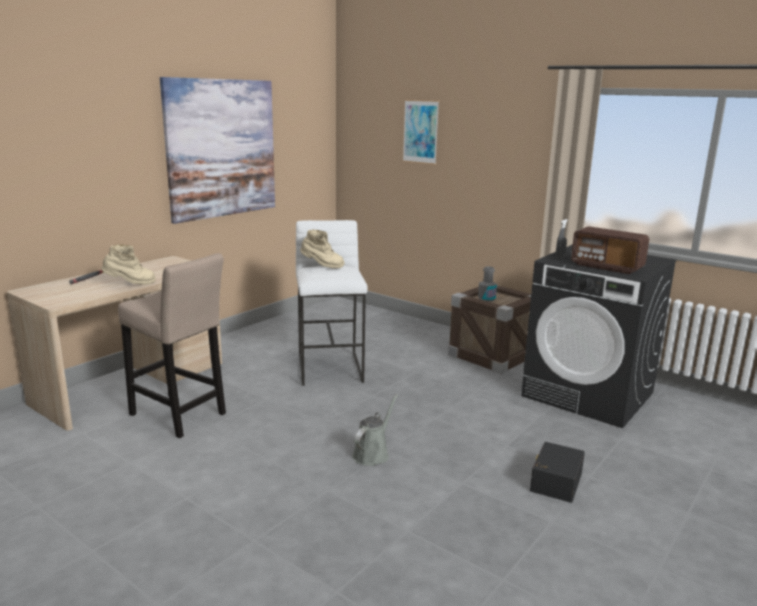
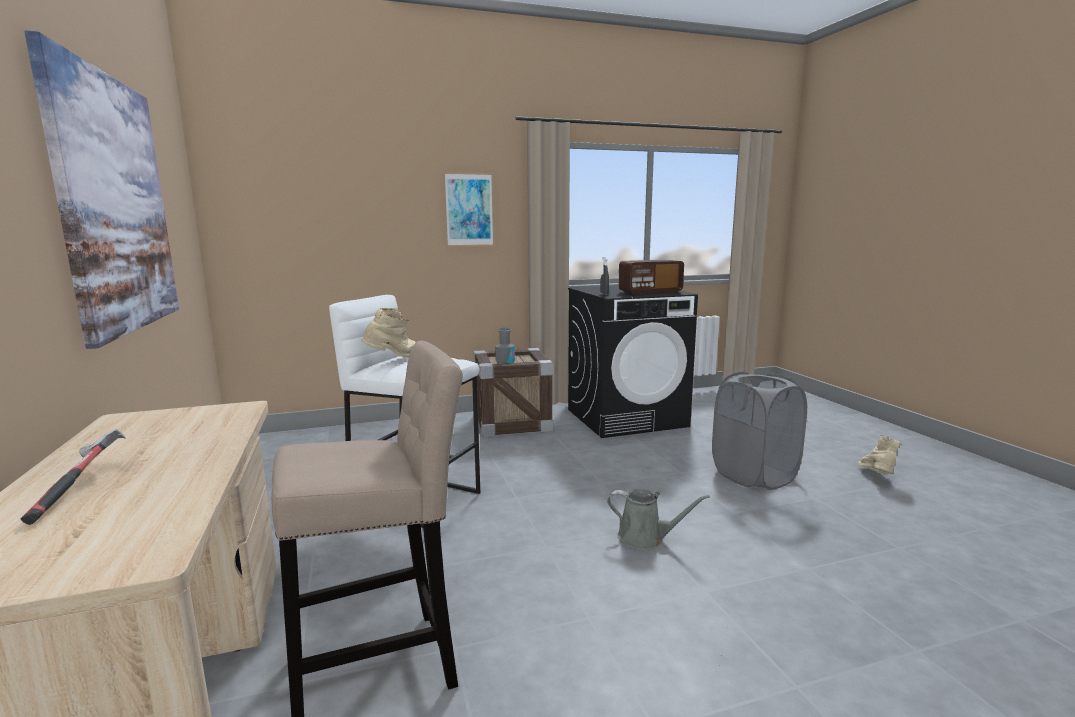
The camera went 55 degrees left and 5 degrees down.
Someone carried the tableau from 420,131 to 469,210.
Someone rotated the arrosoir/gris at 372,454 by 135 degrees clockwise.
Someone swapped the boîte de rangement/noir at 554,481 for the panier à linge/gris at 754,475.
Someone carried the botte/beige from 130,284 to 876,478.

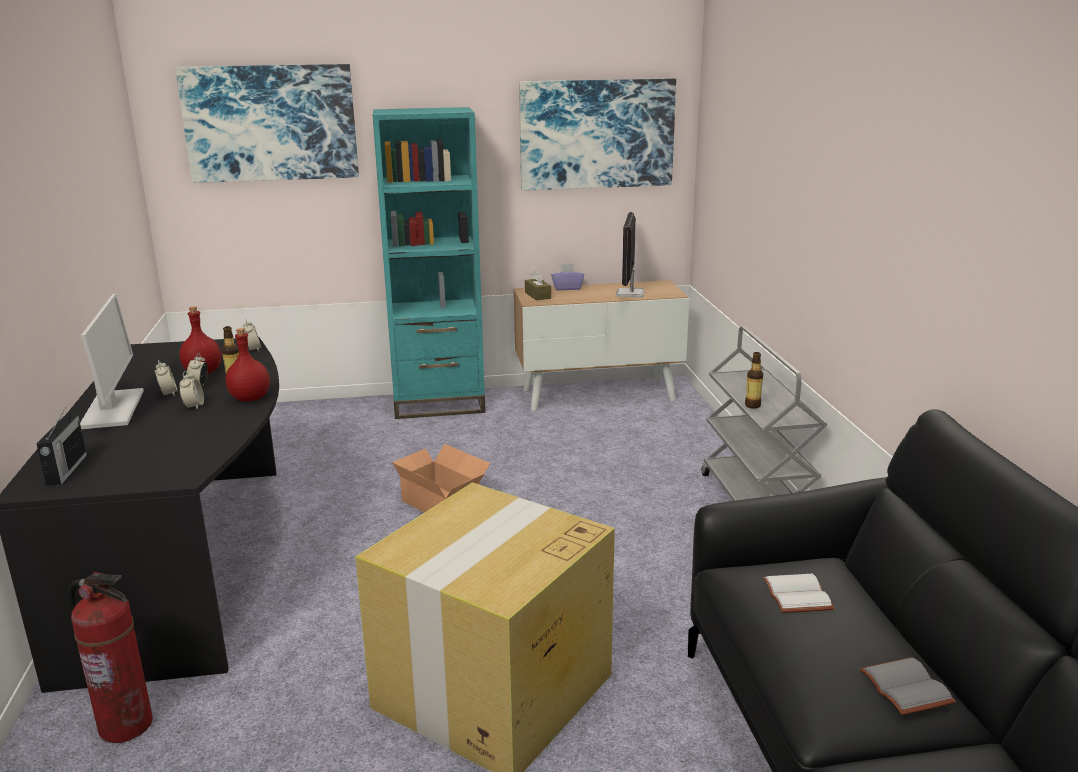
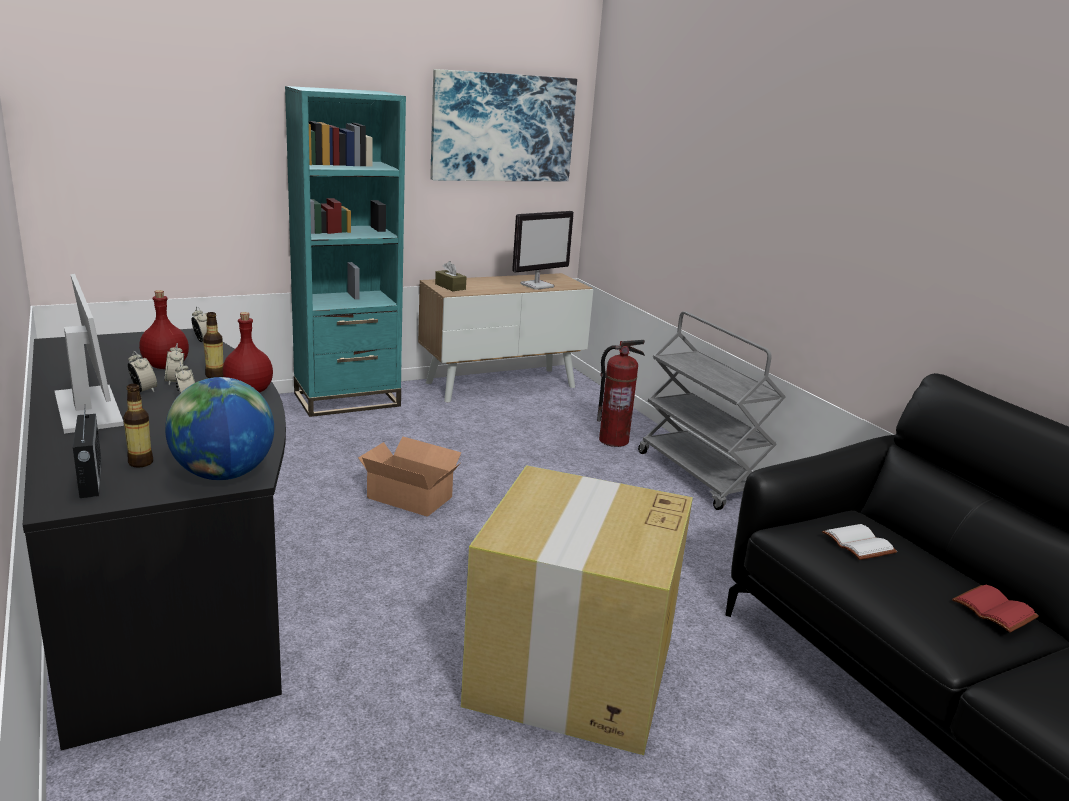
The camera went 20 degrees left and 0 degrees up.
Someone carried the bouteille from 752,405 to 140,462.
Someone put down the globe at 223,475.
Someone rotated the écran d'ordinateur at 630,294 by 120 degrees counterclockwise.
Someone carried the extincteur from 126,725 to 613,440.
Someone repainted the livre/gris at 903,687, which became the livre/rouge at 992,610.
Someone took away the tableau at 271,123.
Someone took away the boîte à mouchoirs/violet at 567,288.

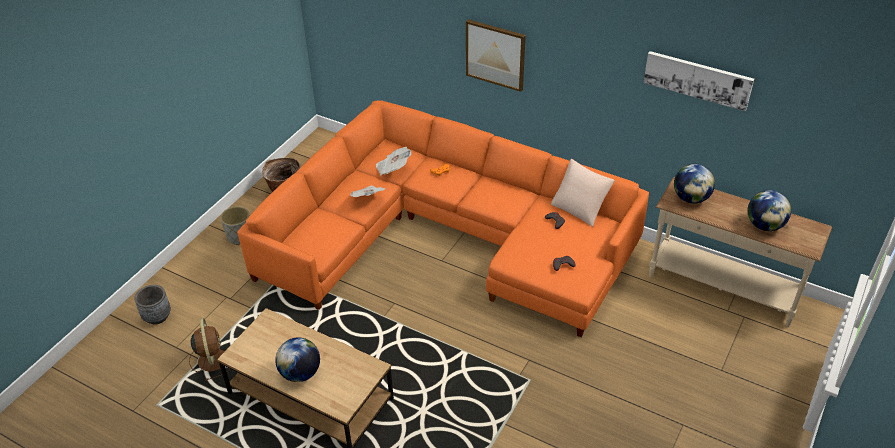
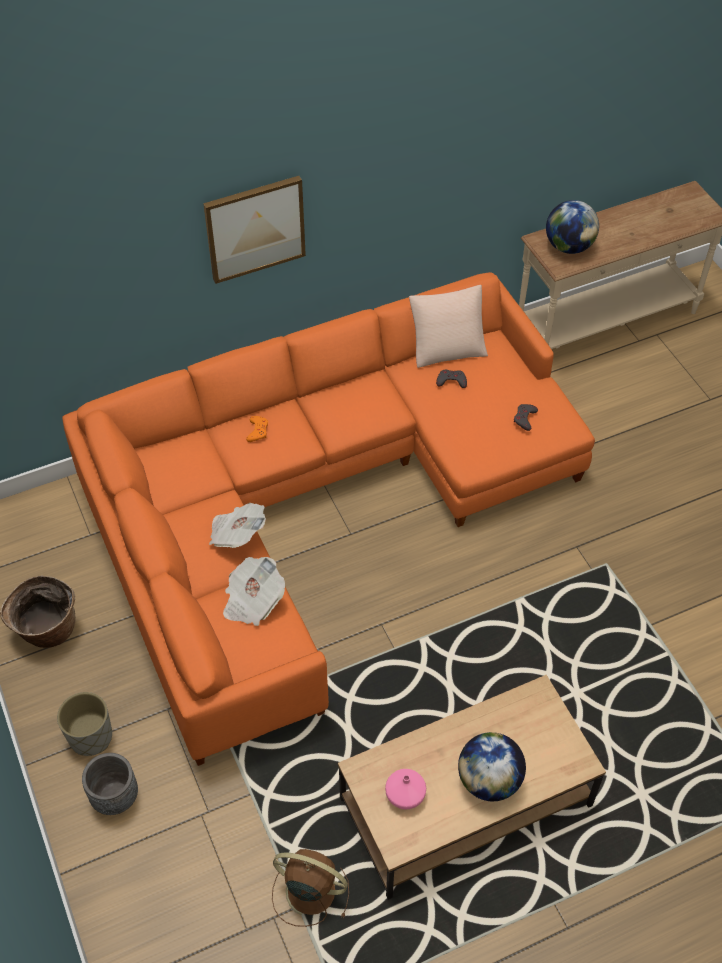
The camera went 55 degrees left and 10 degrees up.
Someone carried the cache-pot/gris from 157,316 to 115,797.
Someone carried the journal from 393,168 to 252,601.
Someone put down the vase/rose at 406,795.
Someone took away the tableau at 697,79.
Someone took away the globe at 764,225.

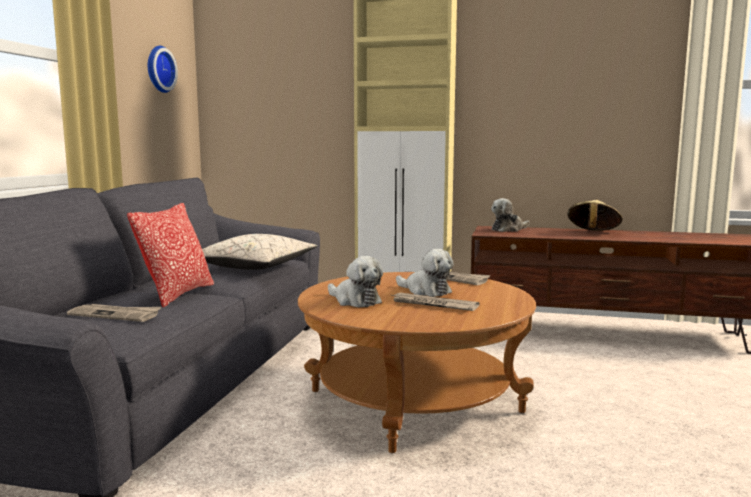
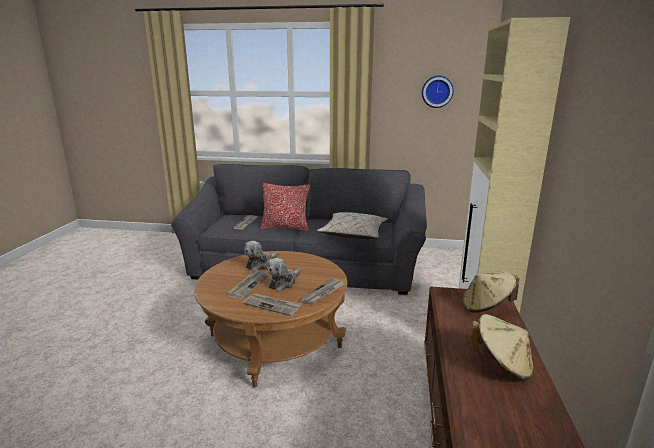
The camera went 85 degrees right and 10 degrees up.
Someone put down the journal at 272,305.
Someone swapped the peluche at 508,229 for the chapeau/beige at 486,307.

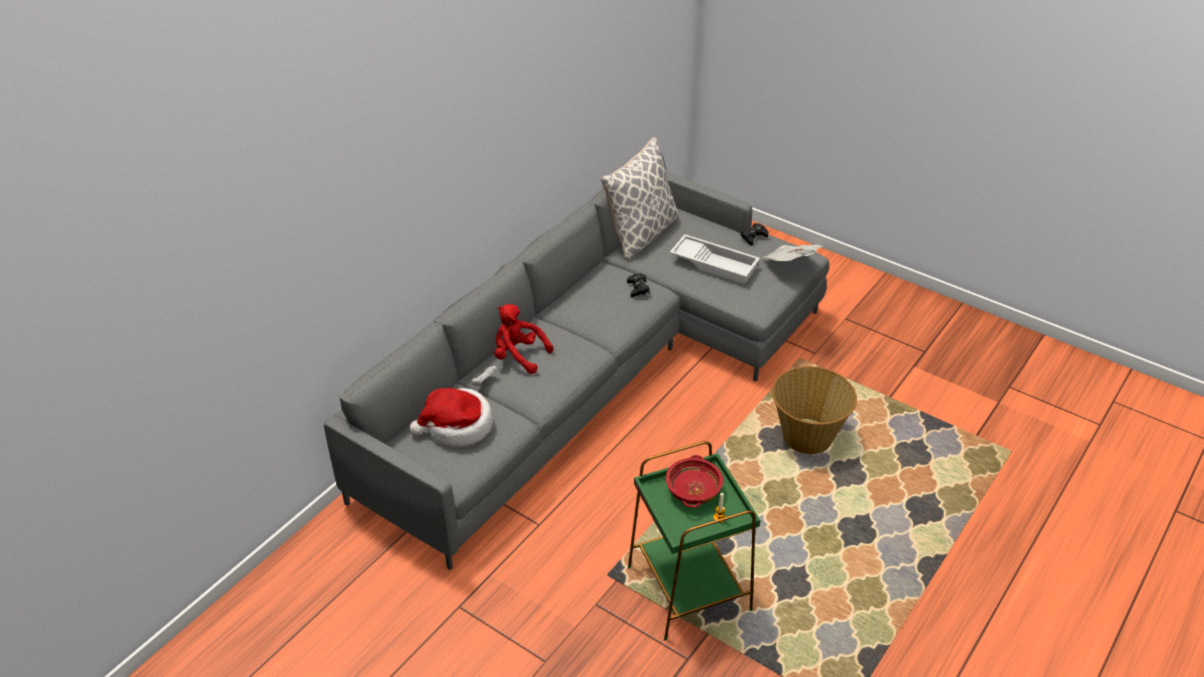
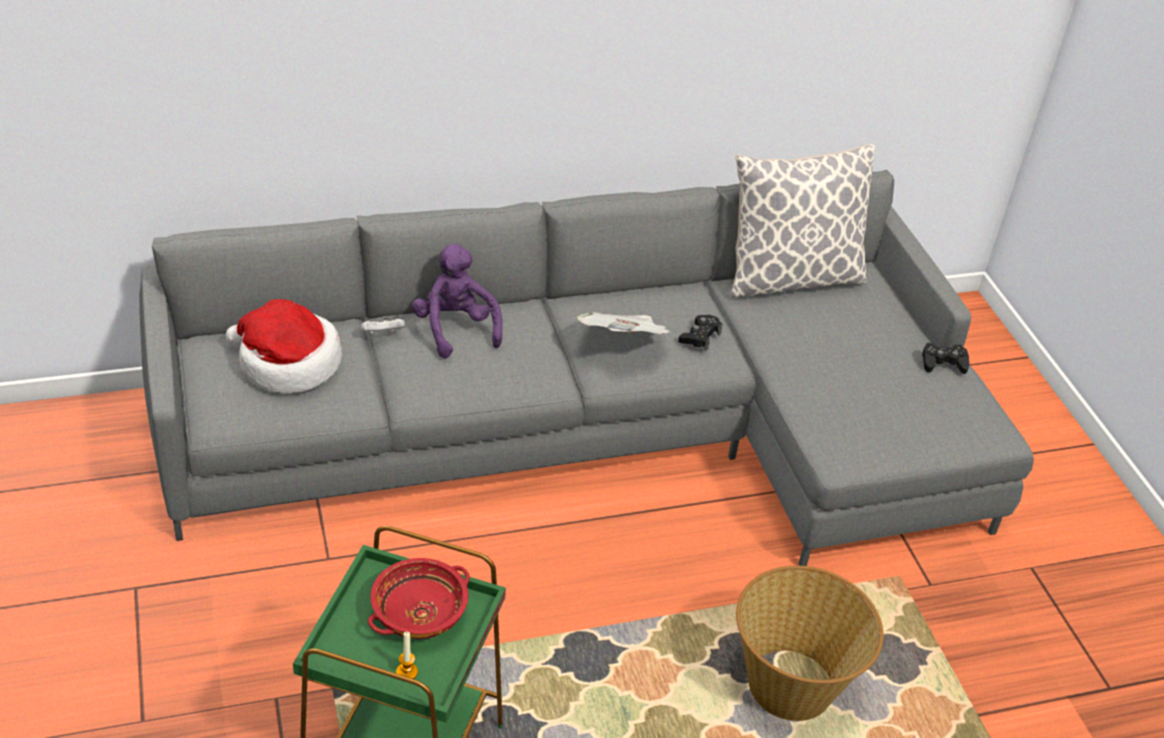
The camera went 35 degrees right and 0 degrees up.
Someone repainted the peluche/rouge at 518,356, which became the peluche/violet at 455,329.
Someone carried the journal from 790,264 to 623,342.
Someone took away the plateau/blanc at 715,263.

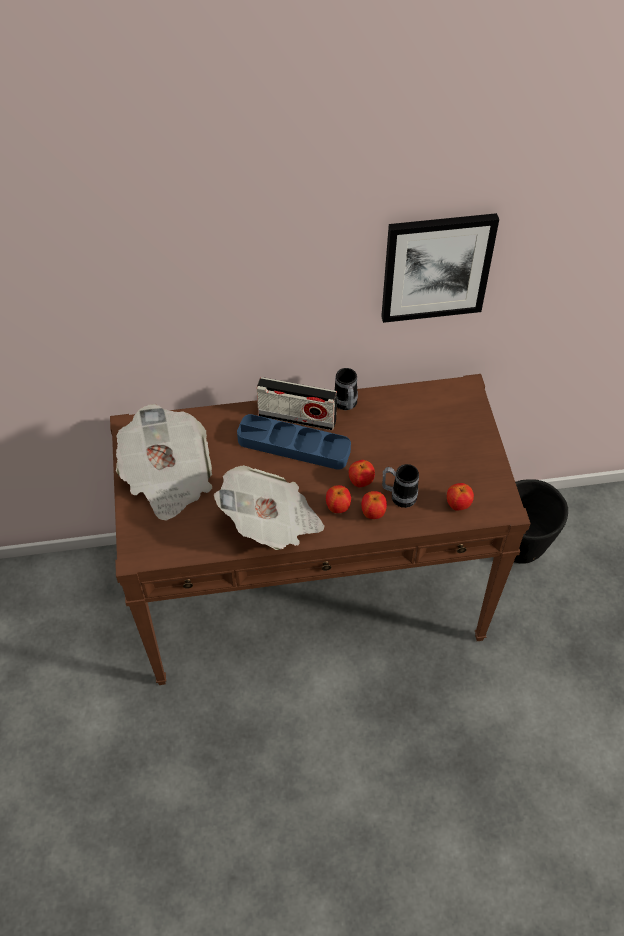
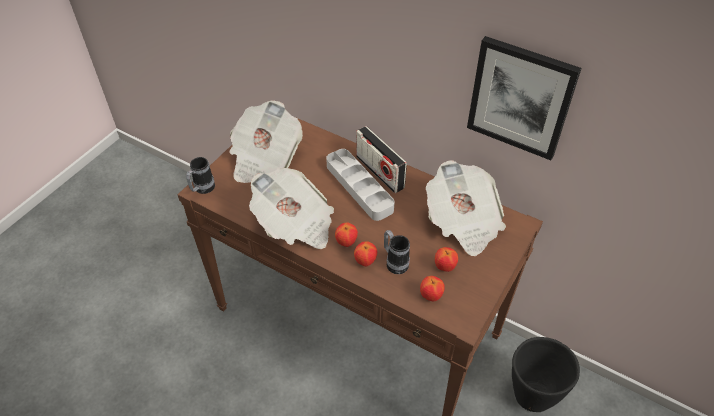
The camera went 40 degrees right and 5 degrees down.
Someone carried the mug from 346,405 to 202,189.
Someone repainted the plateau/bleu at 293,446, which became the plateau/gris at 359,187.
Someone put down the journal at 463,222.
Someone carried the pomme from 361,482 to 444,267.

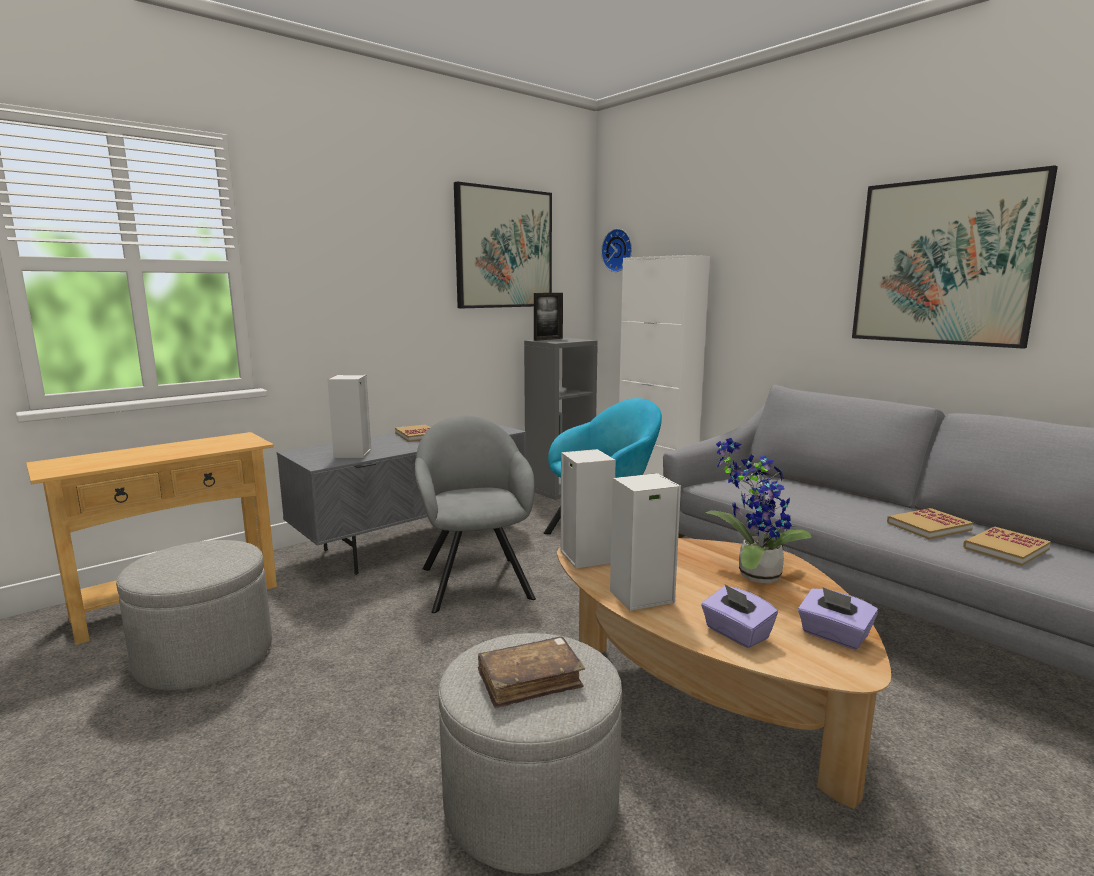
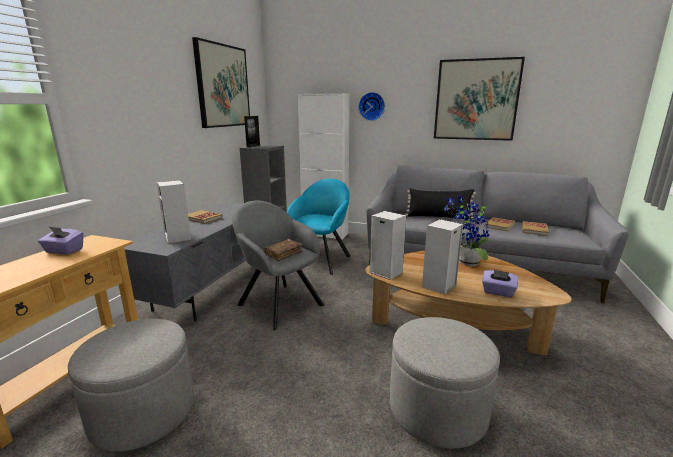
The camera went 30 degrees left and 5 degrees up.
Someone carried the boîte à mouchoirs/violet from 834,636 to 64,251.
Someone carried the livre/marron from 530,681 to 283,253.
Someone carried the horloge murale from 618,250 to 372,106.
Someone put down the coussin/noir at 438,217.

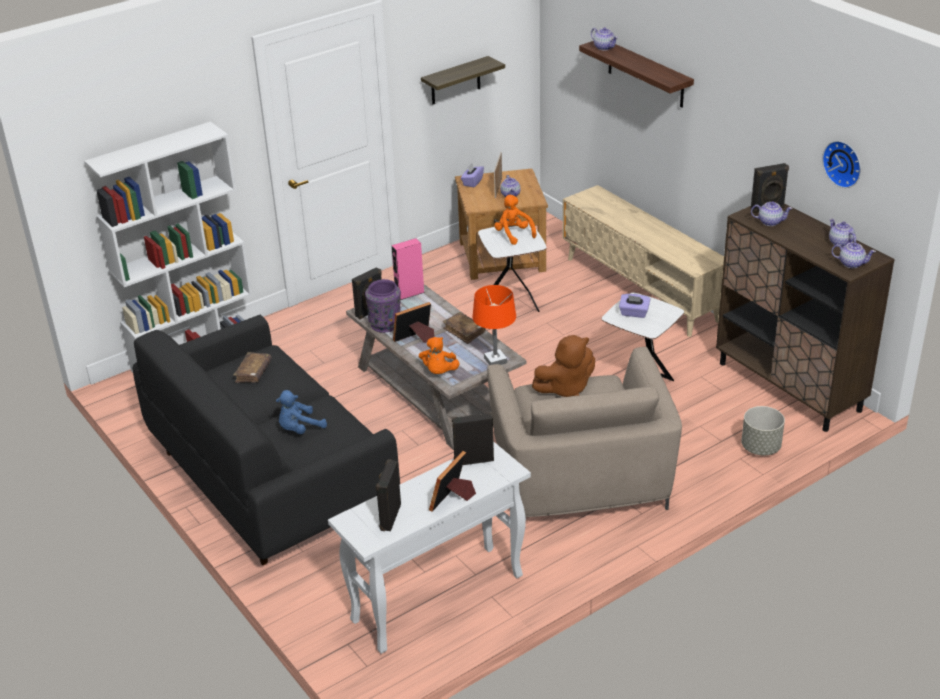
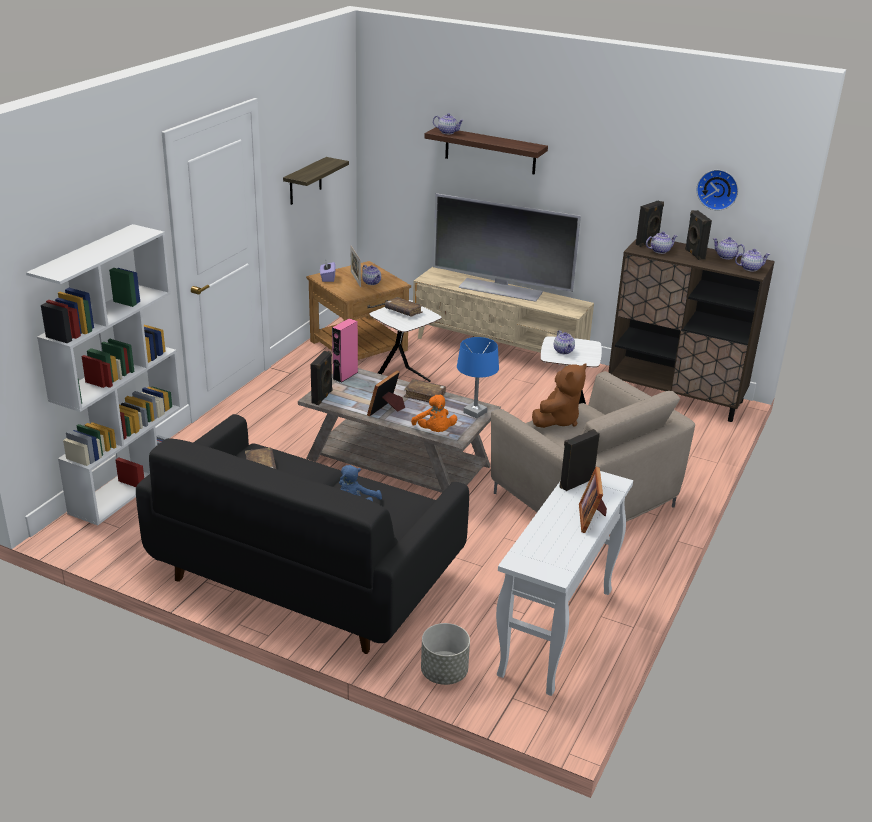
The camera went 30 degrees left and 5 degrees down.
Someone swapped the peluche/orange at 513,234 for the livre/marron at 403,311.
Someone carried the cache-pot/gris from 760,447 to 443,673.
Someone put down the téléviseur at 500,289.
Someone repainted the lampe de table/orange at 495,360, which became the lampe de table/bleu at 475,412.
Someone swapped the boîte à mouchoirs/violet at 634,313 for the théière at 564,351.
Someone carried the enceinte/noir from 389,517 to 694,254.
Someone took away the vase/violet at 385,324.

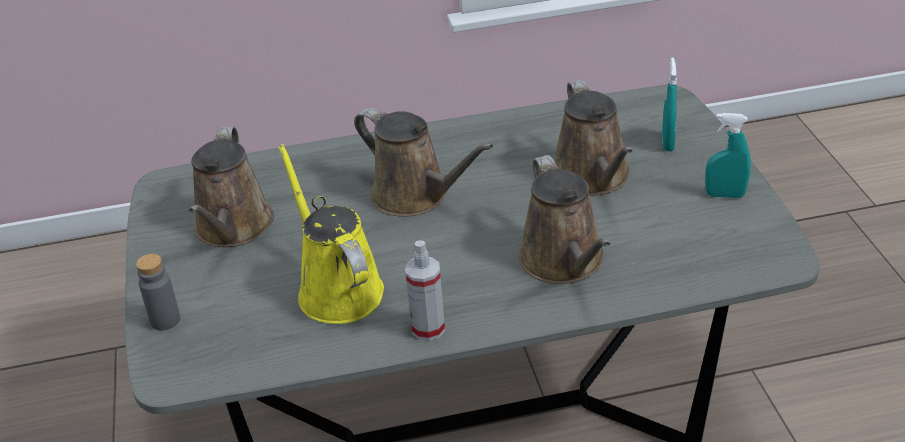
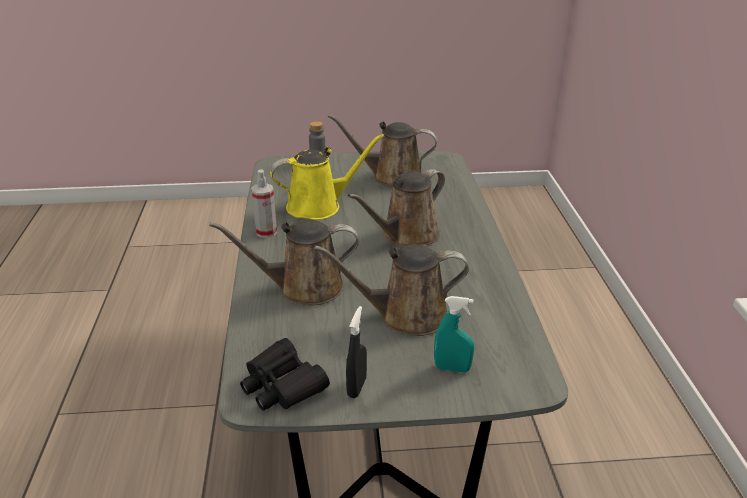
The camera went 95 degrees right and 5 degrees down.
Someone put down the jumelles/noir at 282,385.
Someone repainted the vaporisateur/turquoise at 725,195, which became the vaporisateur/noir at 356,387.

